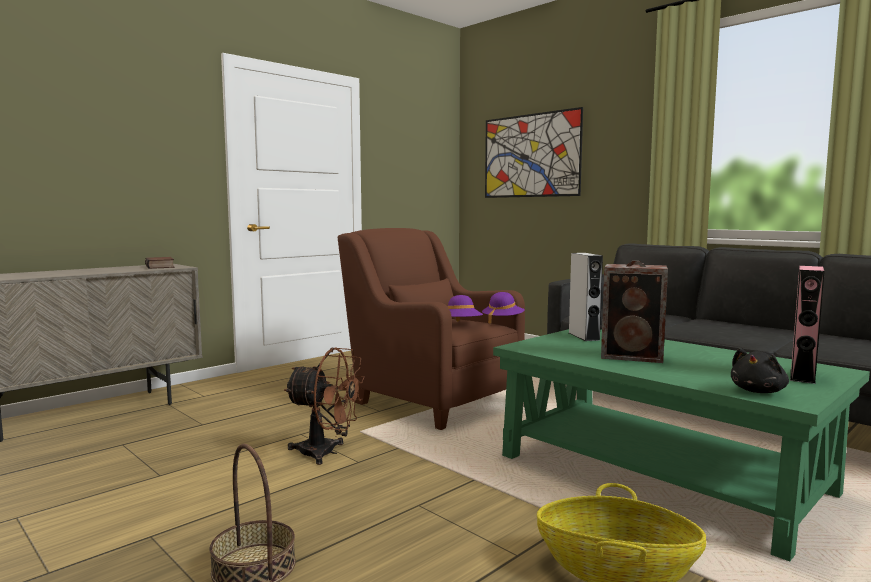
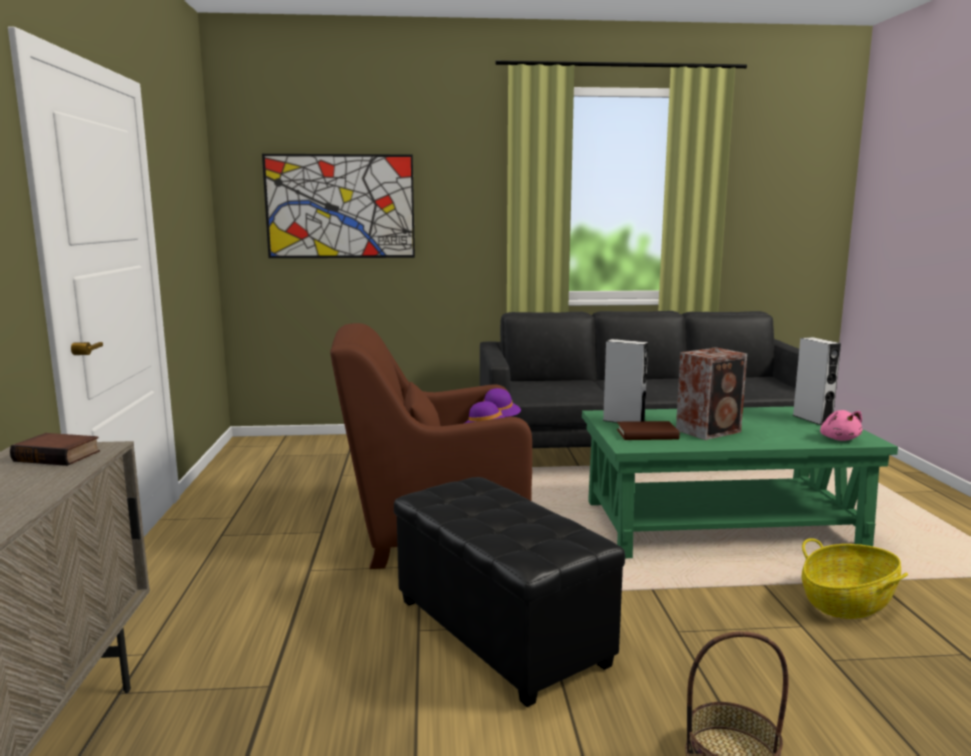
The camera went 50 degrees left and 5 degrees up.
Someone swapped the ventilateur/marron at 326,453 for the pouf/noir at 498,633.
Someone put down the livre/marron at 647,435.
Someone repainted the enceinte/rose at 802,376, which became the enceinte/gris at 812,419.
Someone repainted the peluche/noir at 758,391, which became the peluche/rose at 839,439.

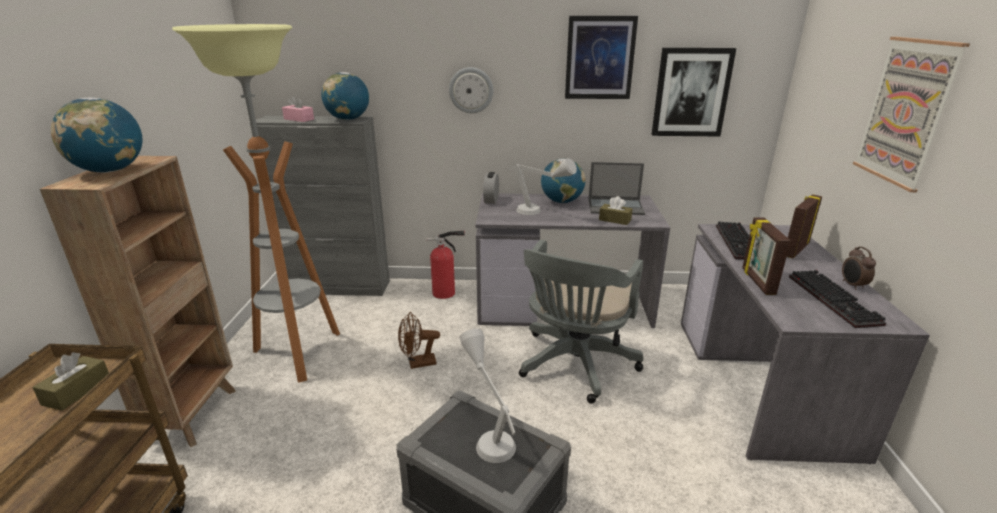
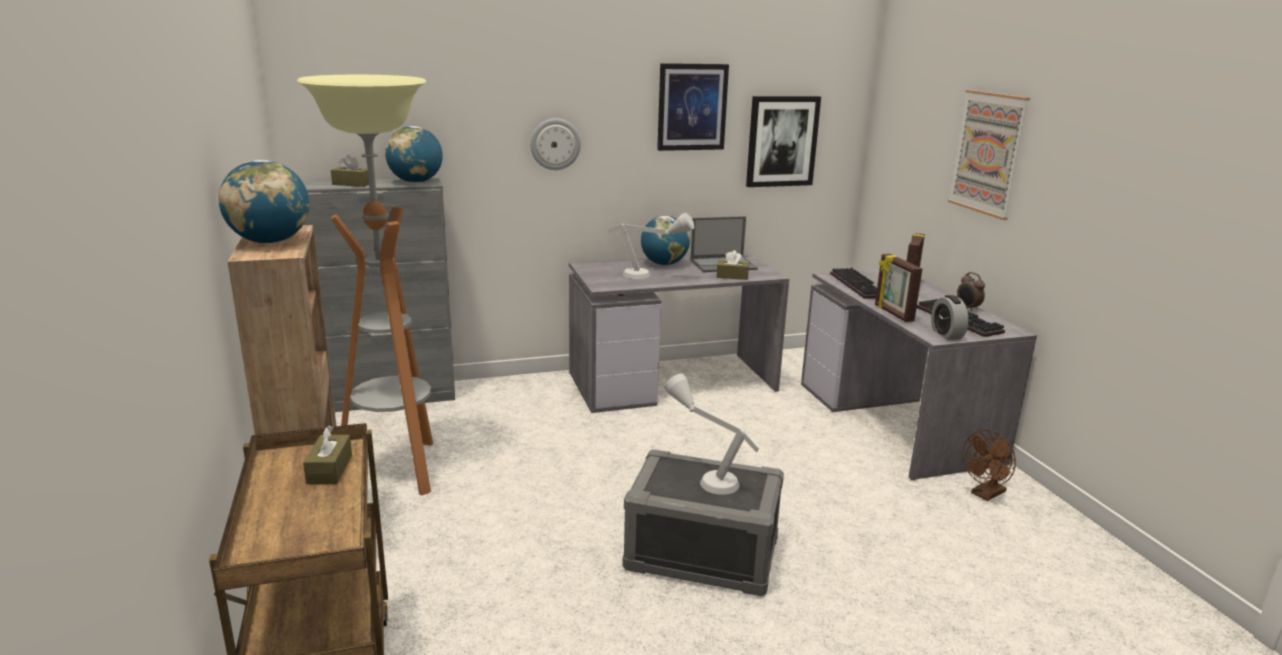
The camera went 20 degrees left and 5 degrees down.
Someone repainted the boîte à mouchoirs/rose at 299,119, which became the boîte à mouchoirs/marron at 352,184.
Someone carried the réveil from 491,200 to 946,334.
Someone carried the ventilateur/marron from 418,363 to 985,494.
Someone took away the extincteur at 446,293.
Someone took away the chaise de bureau/gris at 574,366.

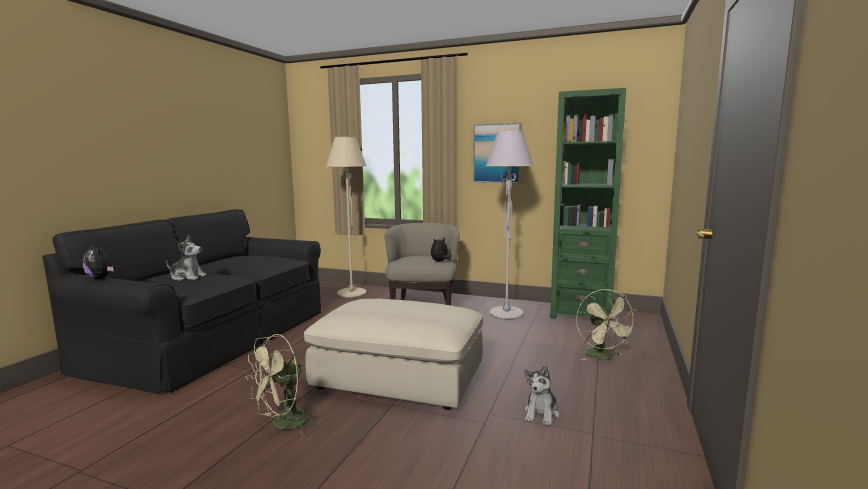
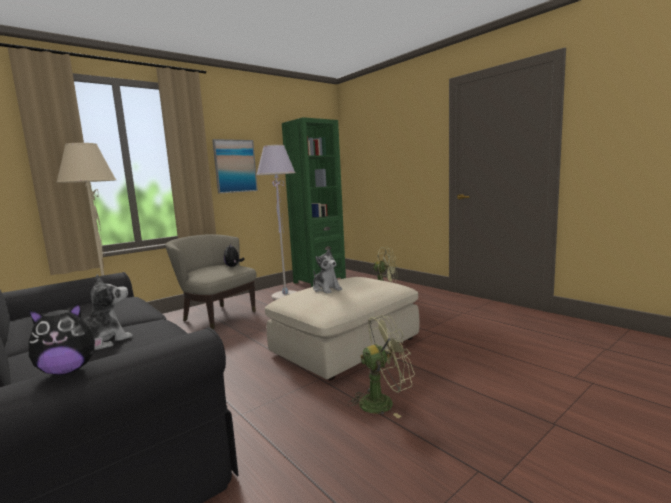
The camera went 60 degrees left and 0 degrees up.
Someone carried the peluche from 541,414 to 326,289.
Someone rotated the ventilateur/vert at 283,424 by 90 degrees counterclockwise.

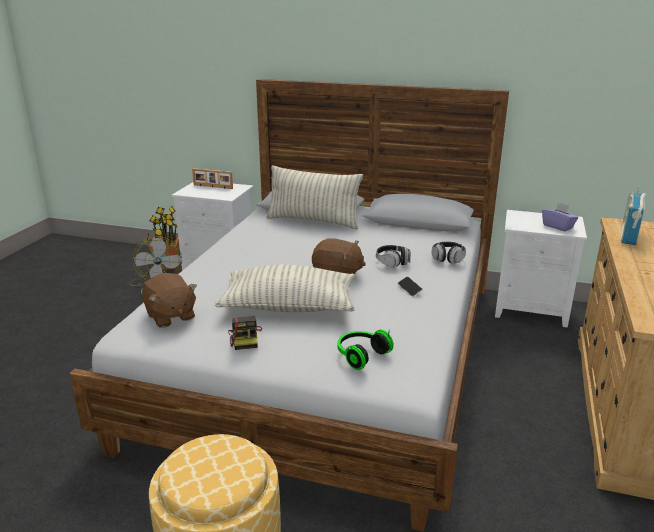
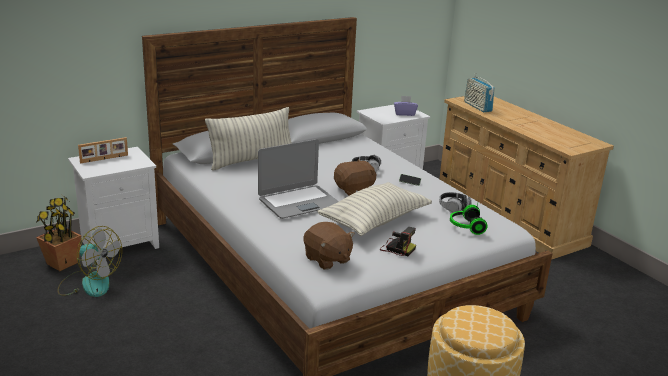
The camera went 50 degrees left and 0 degrees up.
Someone put down the ordinateur portable at 299,202.
Someone rotated the peluche/marron at 170,316 by 45 degrees clockwise.
Someone carried the casque audio from 448,258 to 454,208.

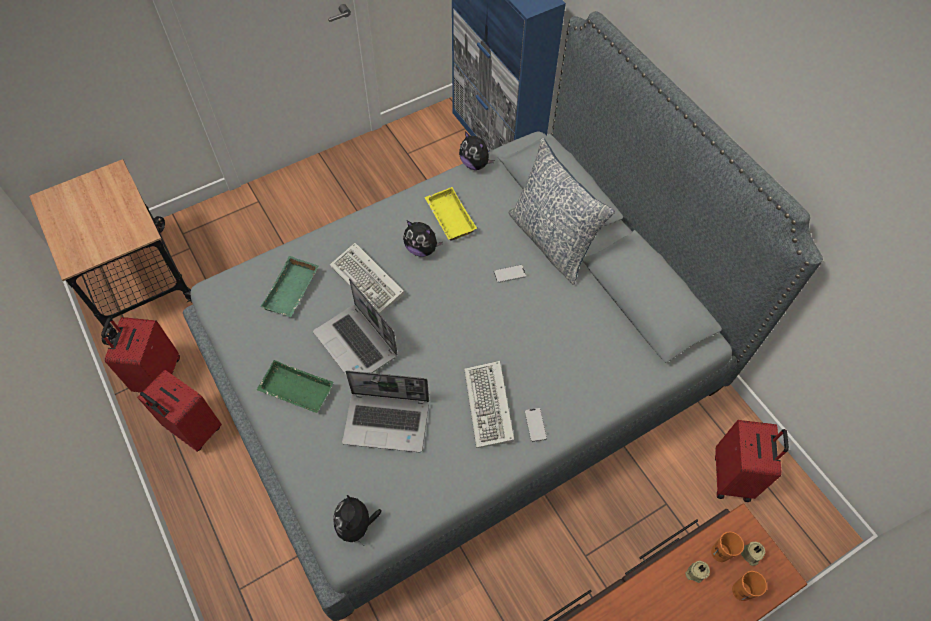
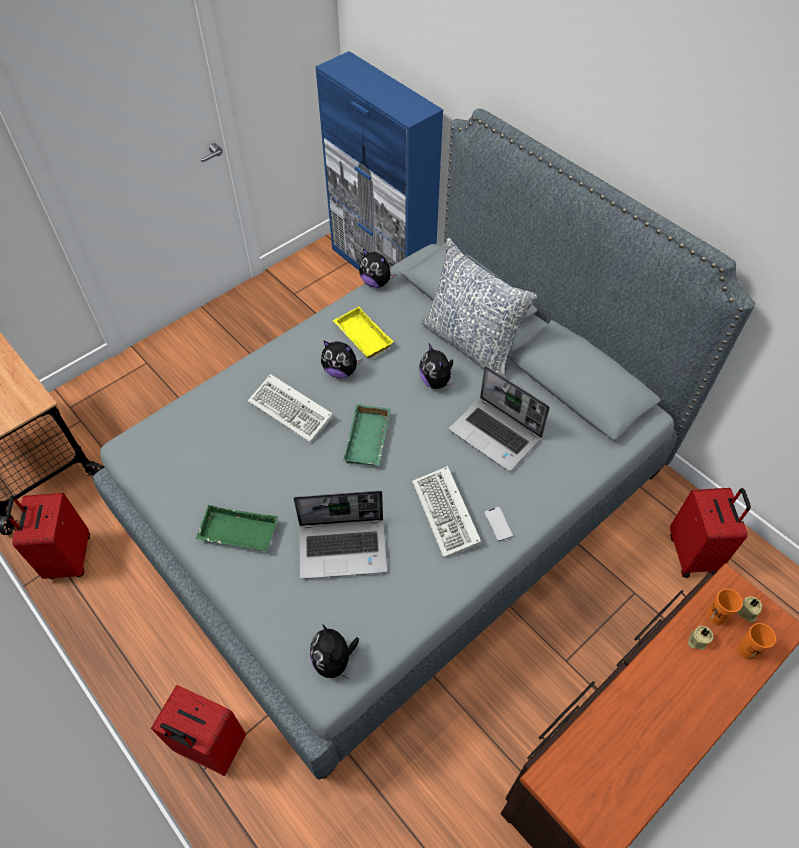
The camera went 10 degrees left and 5 degrees down.
Someone carried the valise/rouge from 193,430 to 210,747.
Someone carried the plateau/vert from 292,291 to 369,440.
Someone swapped the téléphone at 509,274 for the peluche at 436,381.
Someone carried the ordinateur portable from 357,344 to 496,434.

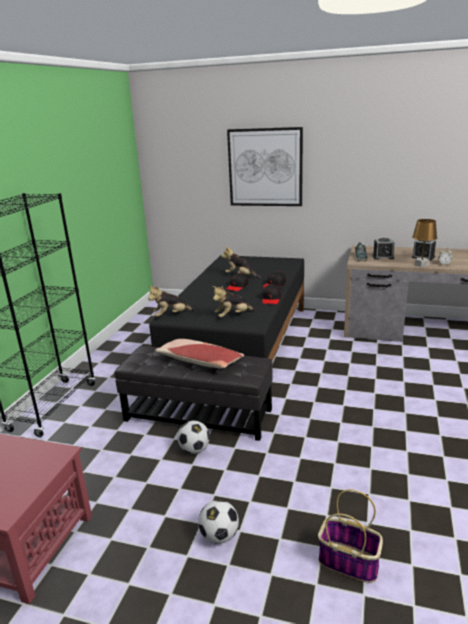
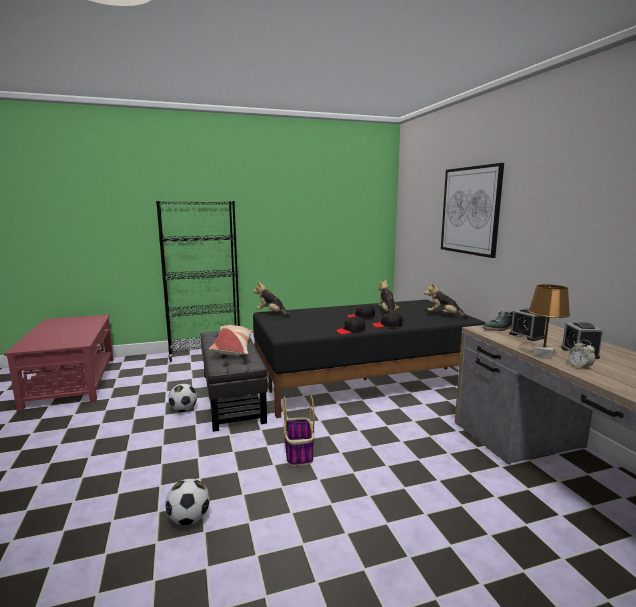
The camera went 55 degrees right and 10 degrees down.
Someone carried the ballon de foot from 219,536 to 189,519.
Someone carried the panier from 349,562 to 299,453.
Someone carried the peluche from 233,316 to 444,315.

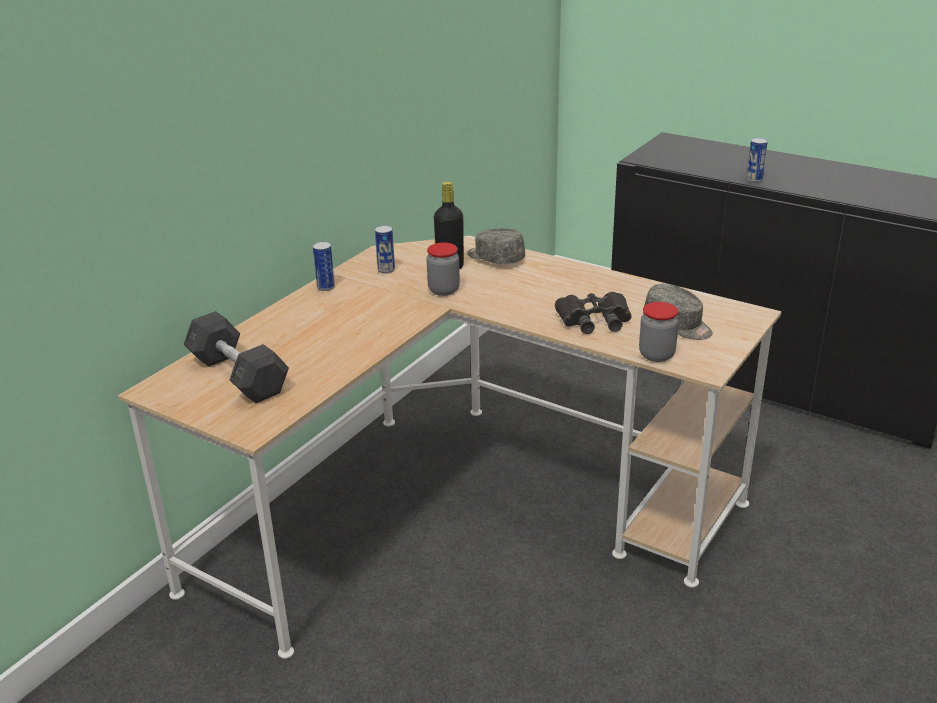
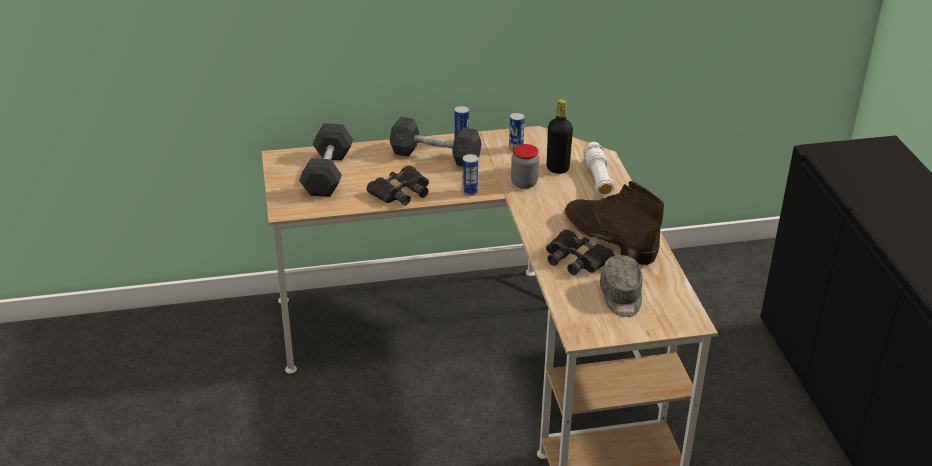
The camera went 45 degrees right and 5 degrees up.
Someone put down the jumelles/noir at 400,192.
Someone put down the haltère/gris at 435,156.
Someone carried the boîte métallique from 754,180 to 470,192.
Someone put down the botte/marron at 609,237.
Someone swapped the casquette/gris at 495,258 for the lampe de poche/blanc at 598,178.
Someone took away the bocal at 656,355.

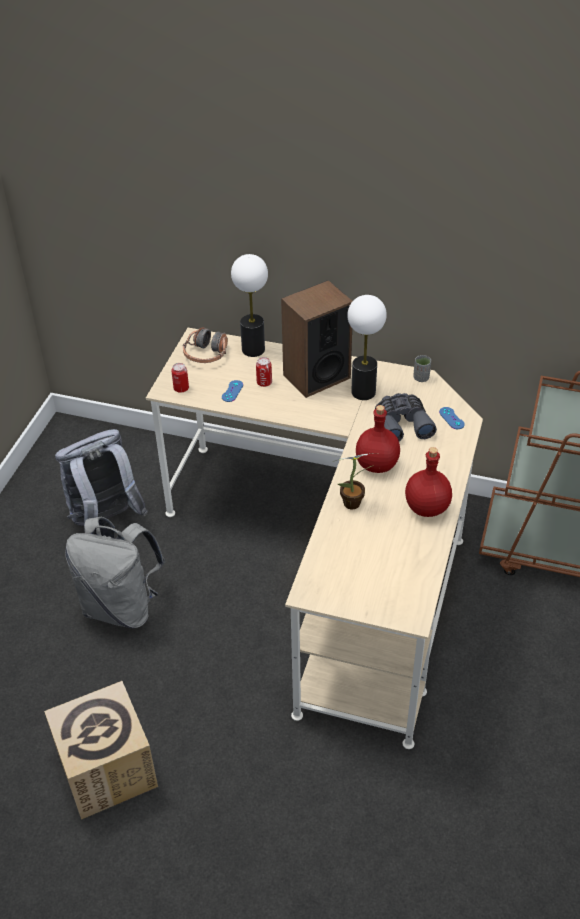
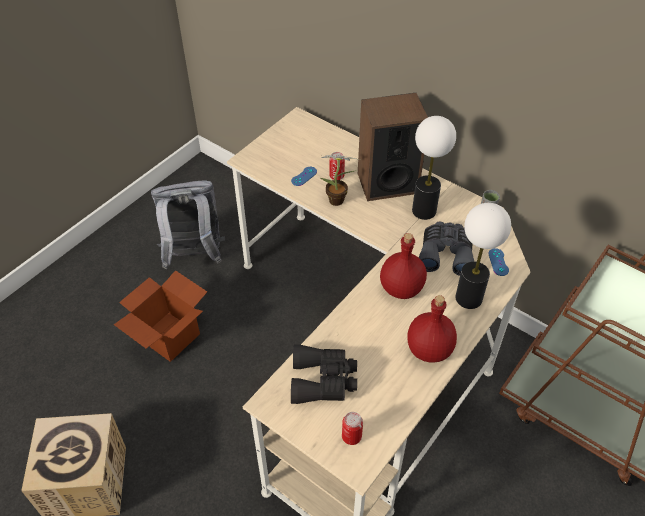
The camera went 20 degrees right and 5 degrees up.
Someone swapped the sac à dos/gris at 122,607 for the carton at 170,336.
Someone put down the jumelles/noir at 323,380.
Someone carried the plante en pot from 355,503 to 339,201.
Someone carried the boîte métallique from 181,388 to 351,436.
Someone carried the lampe de table from 253,349 to 468,298.
Someone took away the casque audio at 206,354.

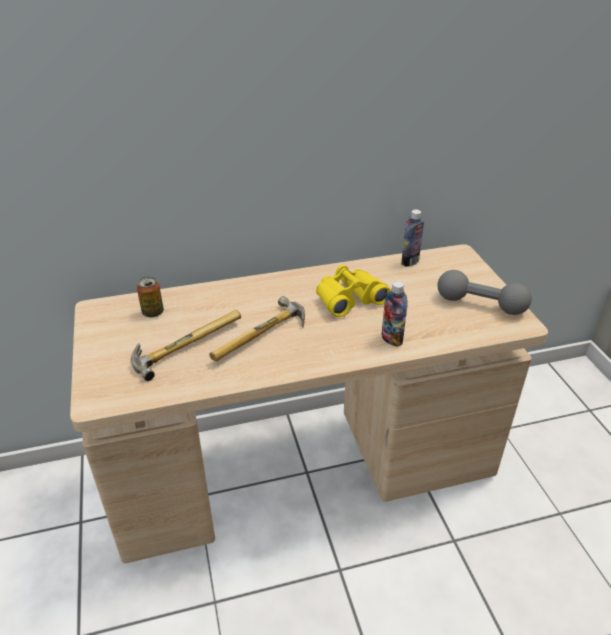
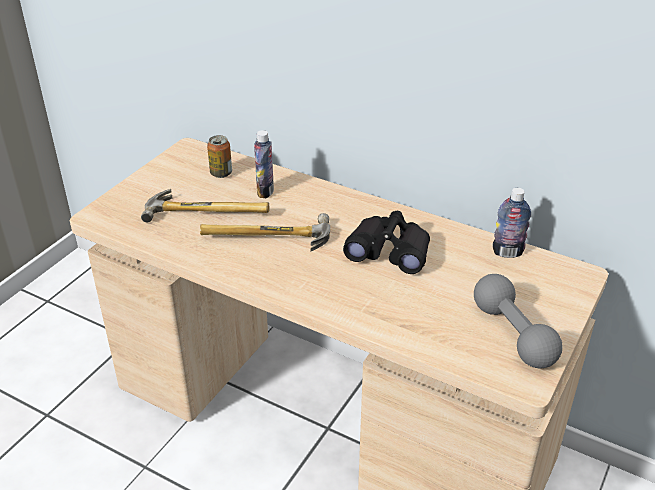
The camera went 45 degrees right and 0 degrees up.
Someone carried the bouteille from 391,339 to 265,191.
Someone repainted the jumelles/jaune at 349,298, which became the jumelles/noir at 389,251.

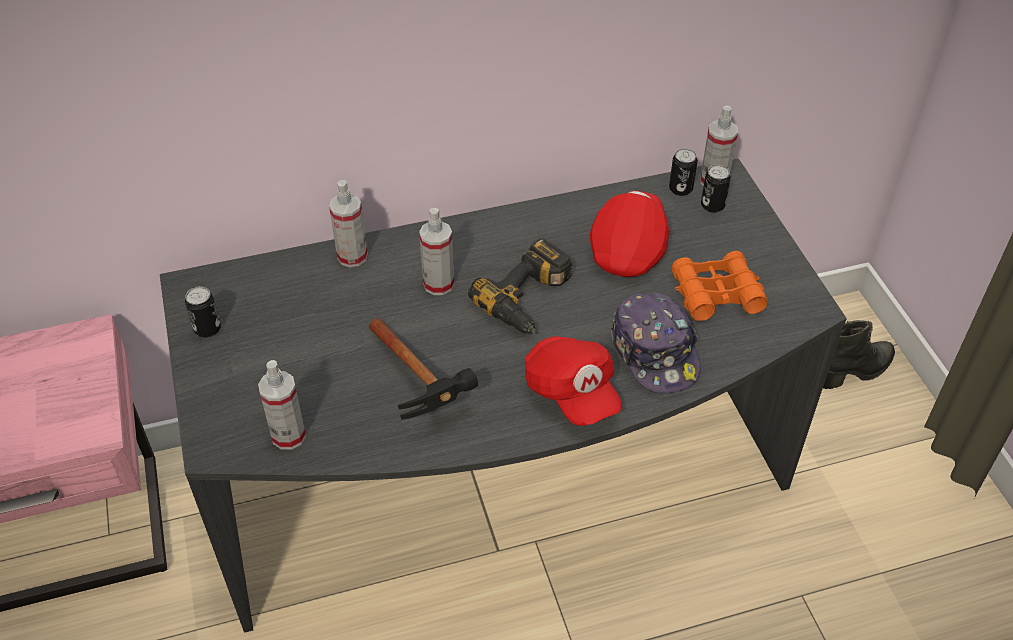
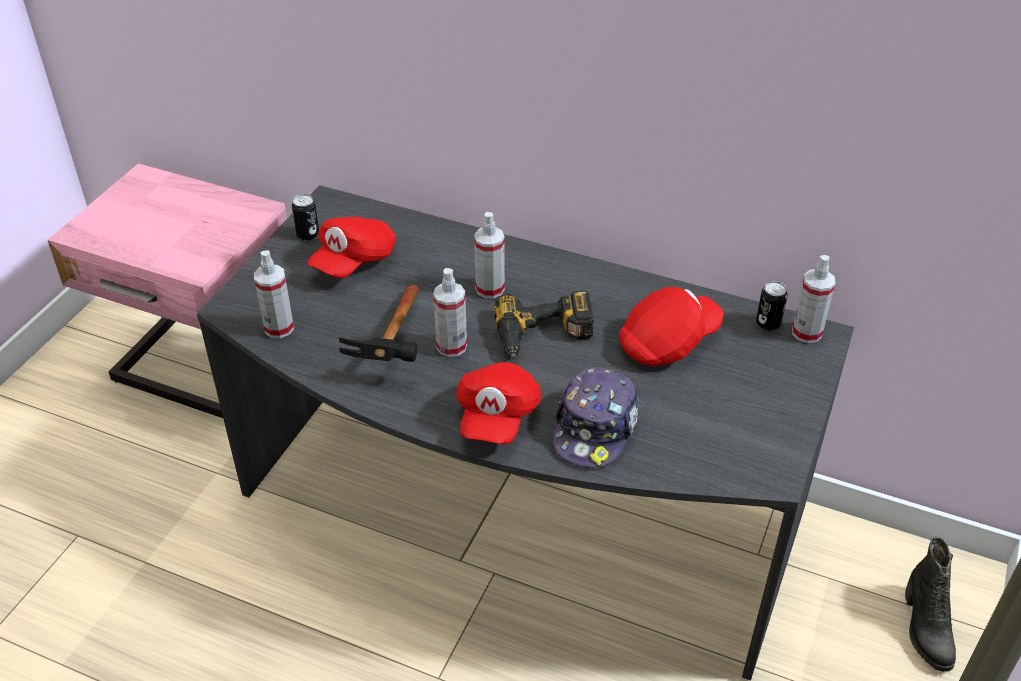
The camera went 40 degrees right and 5 degrees down.
Someone put down the casquette/rouge at 354,261.
Someone carried the vaporisateur from 352,256 to 451,346.
Someone rotated the botte/noir at 855,371 by 75 degrees clockwise.
Someone took away the jumelles/orange at 716,294.
Someone took away the boîte métallique at 712,205.

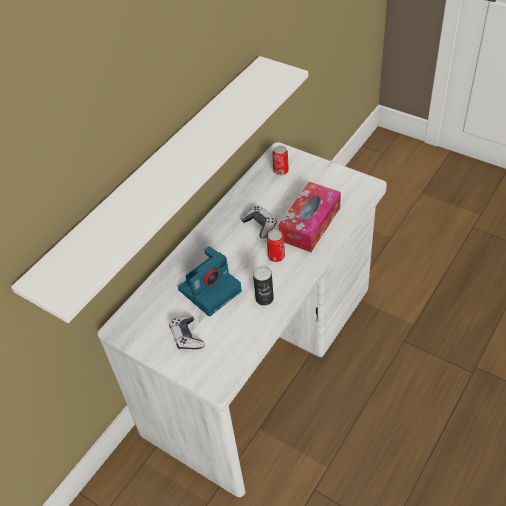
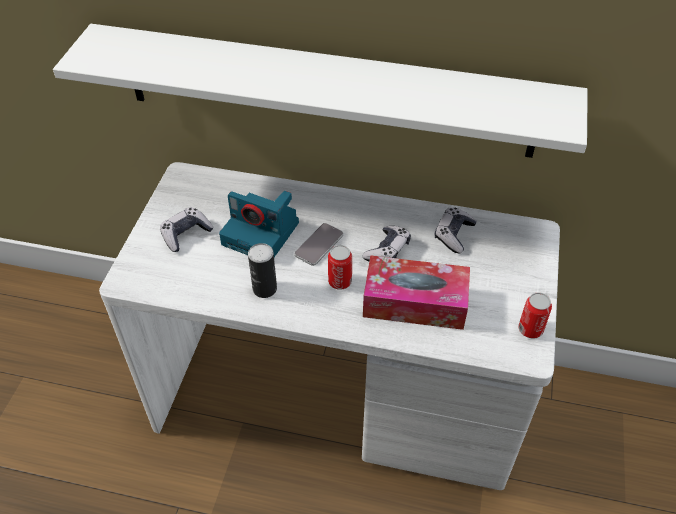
The camera went 65 degrees right and 0 degrees up.
Someone put down the téléphone at 319,245.
Someone put down the manette at 453,235.
Someone carried the boîte métallique from 281,171 to 530,329.

